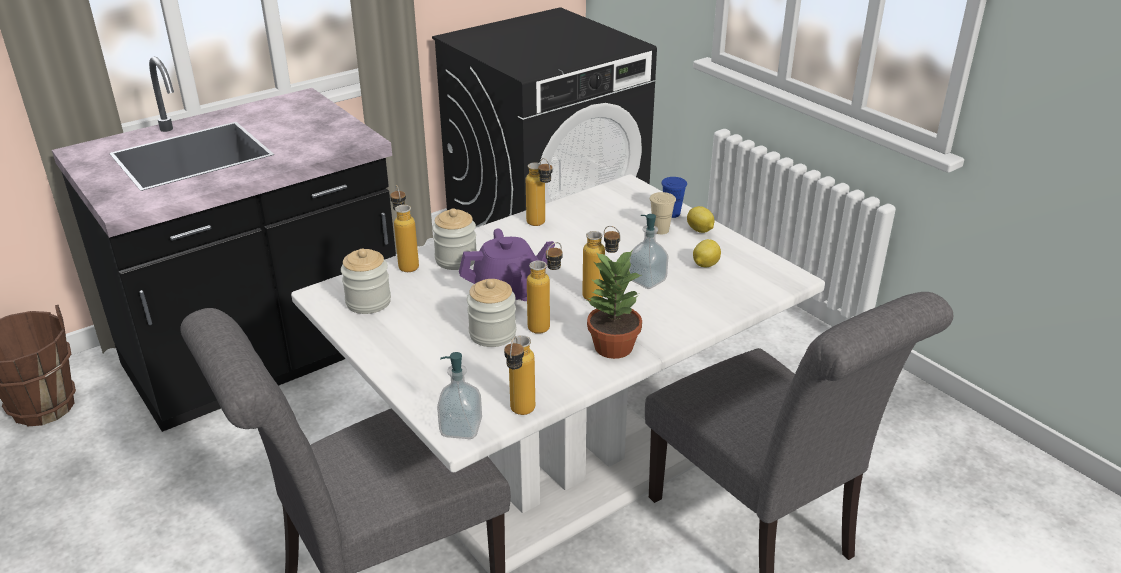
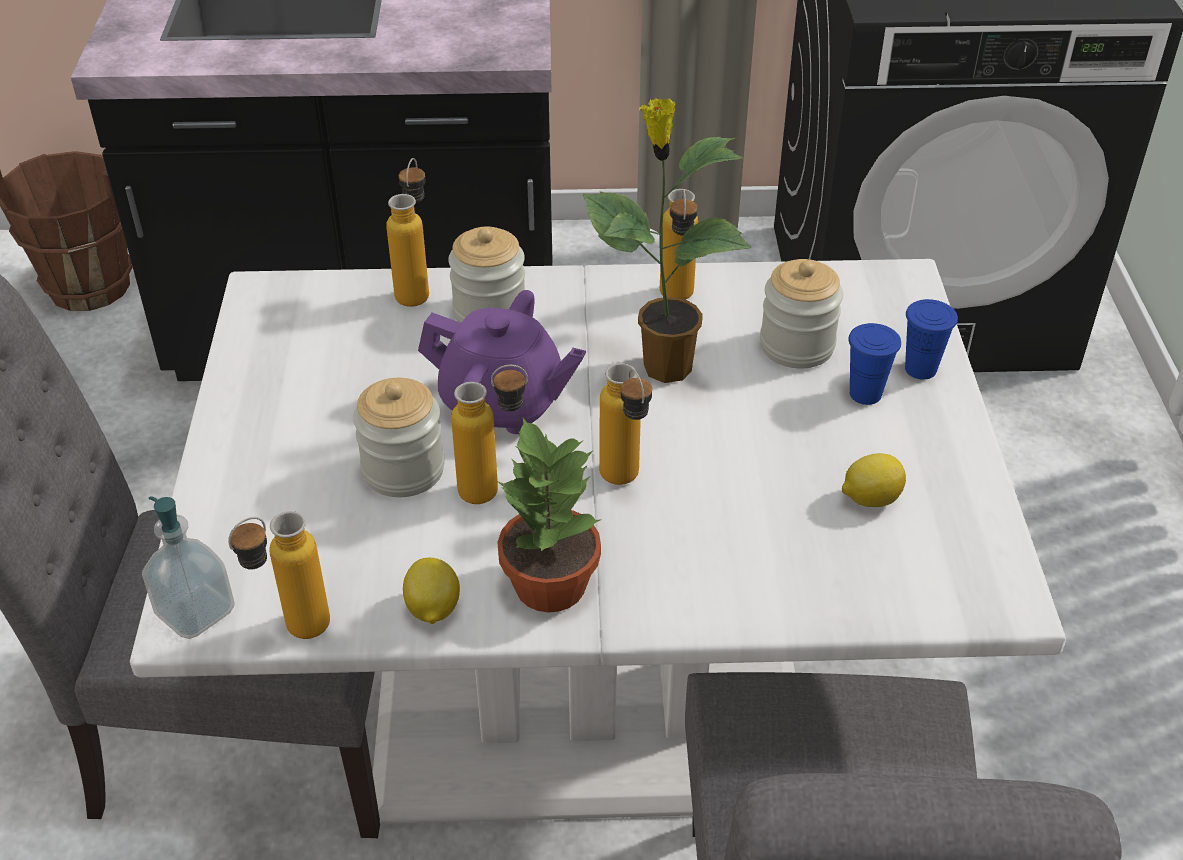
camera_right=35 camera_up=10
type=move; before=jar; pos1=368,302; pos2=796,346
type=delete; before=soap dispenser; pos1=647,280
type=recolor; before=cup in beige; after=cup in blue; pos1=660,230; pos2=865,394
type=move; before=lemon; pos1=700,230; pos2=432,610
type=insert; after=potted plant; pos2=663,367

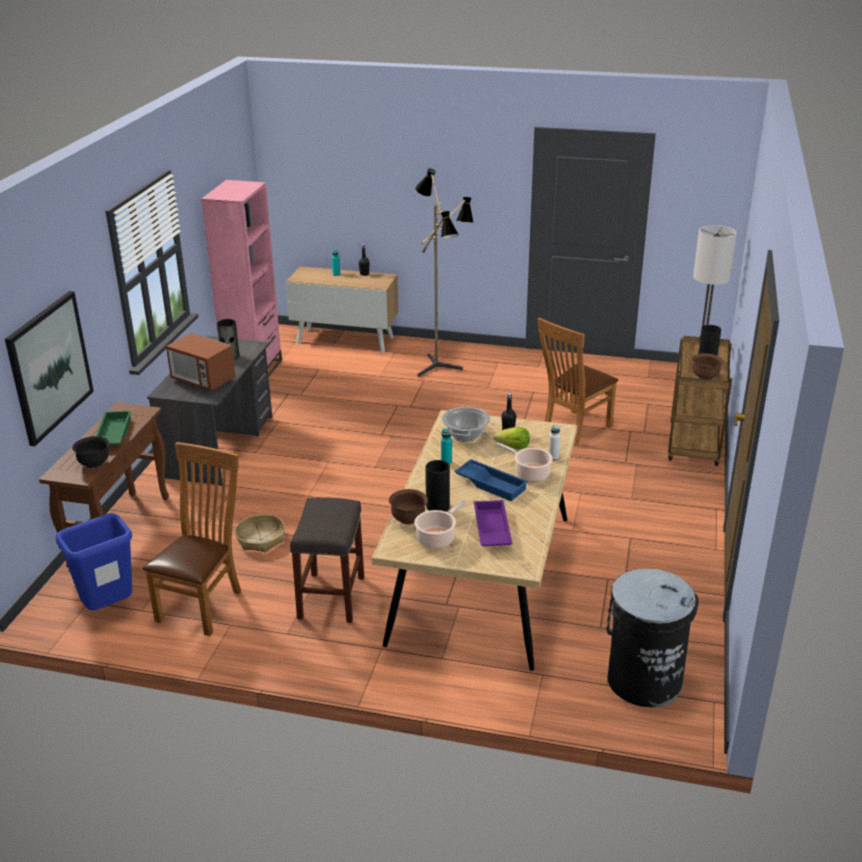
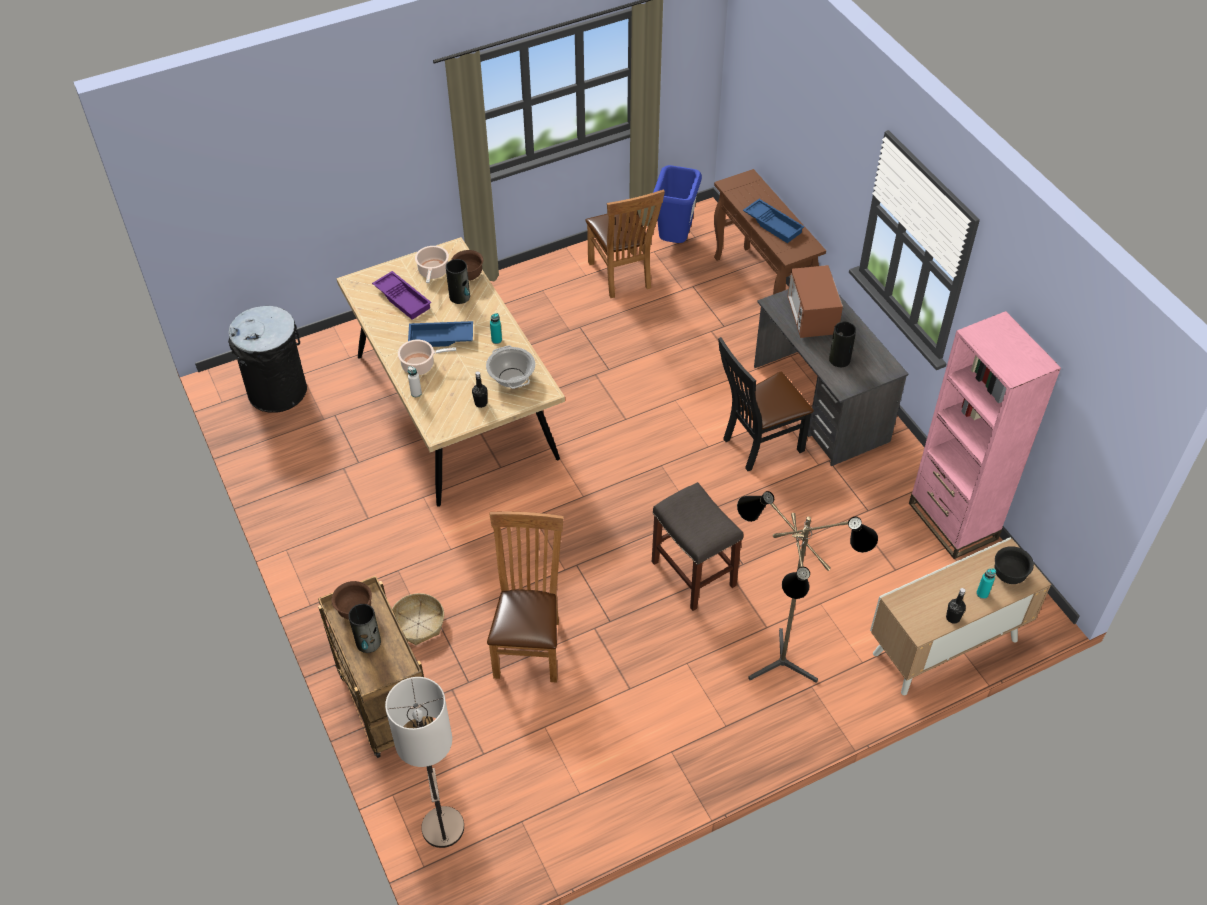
camera_right=140 camera_up=20
type=delete; before=picture; pos1=49,367
type=move; before=bowl in black; pos1=94,463; pos2=1008,575
type=recolor; before=tray in green; after=tray in blue; pos1=112,434; pos2=773,224
type=rotate; before=microwave; pos1=203,380; pos2=811,318; turn=-90
type=move; before=basket; pos1=261,539; pos2=418,624
type=move; before=stool in grey; pos1=331,596; pos2=694,574
type=delete; before=lettuce; pos1=513,447
type=insert; after=chair in black; pos2=758,445

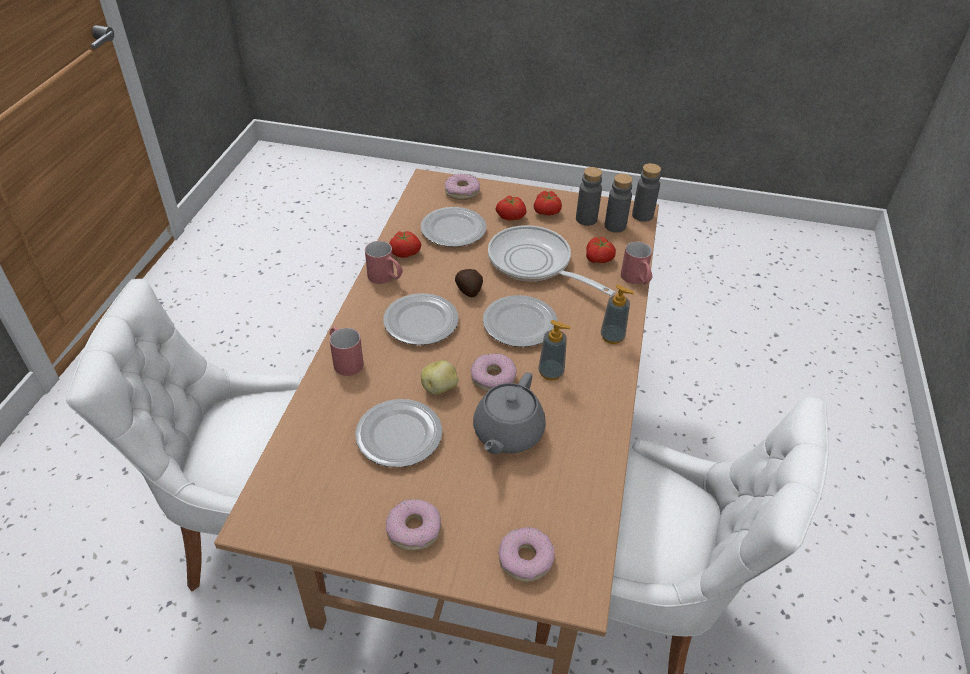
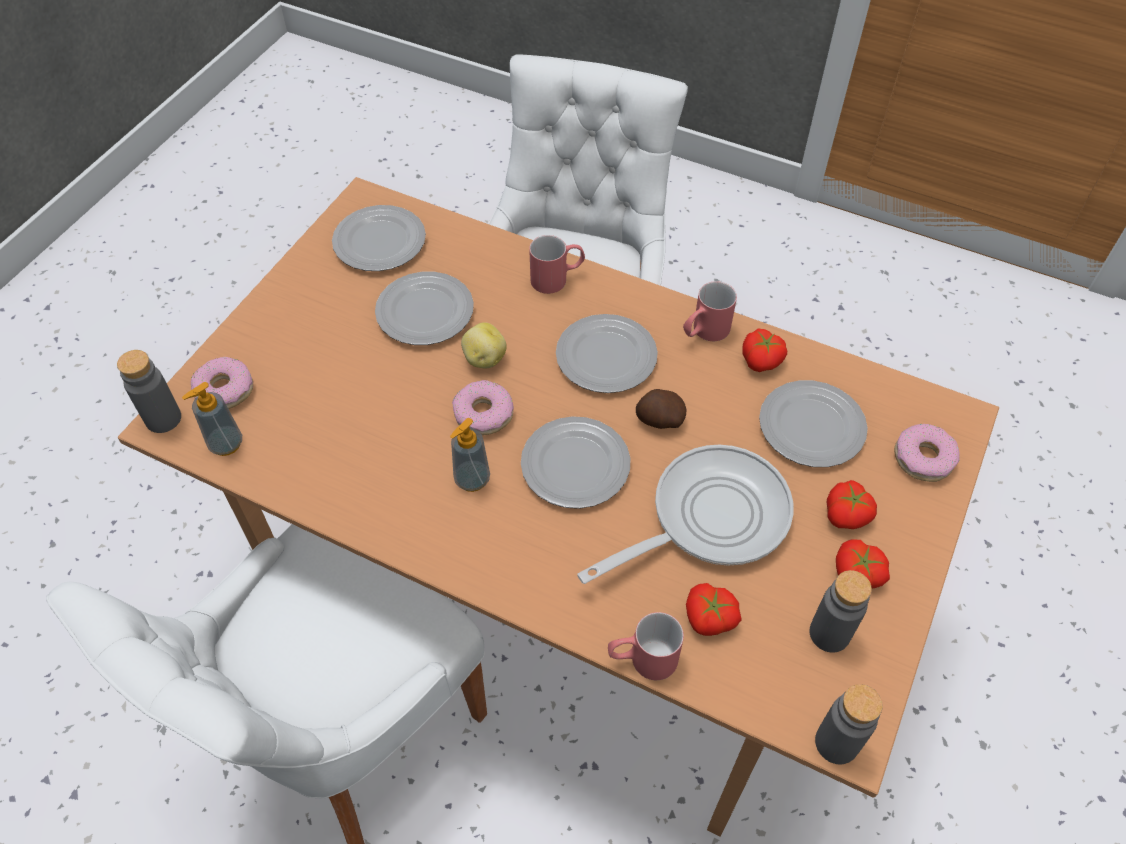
camera_right=105 camera_up=10
type=delete; before=donut; pos1=414,530
type=delete; before=teapot in grey; pos1=507,433
type=move; before=soap dispenser; pos1=612,337; pos2=226,444
type=move; before=bottle in grey; pos1=615,226; pos2=163,419
type=insert; after=plate; pos2=378,242

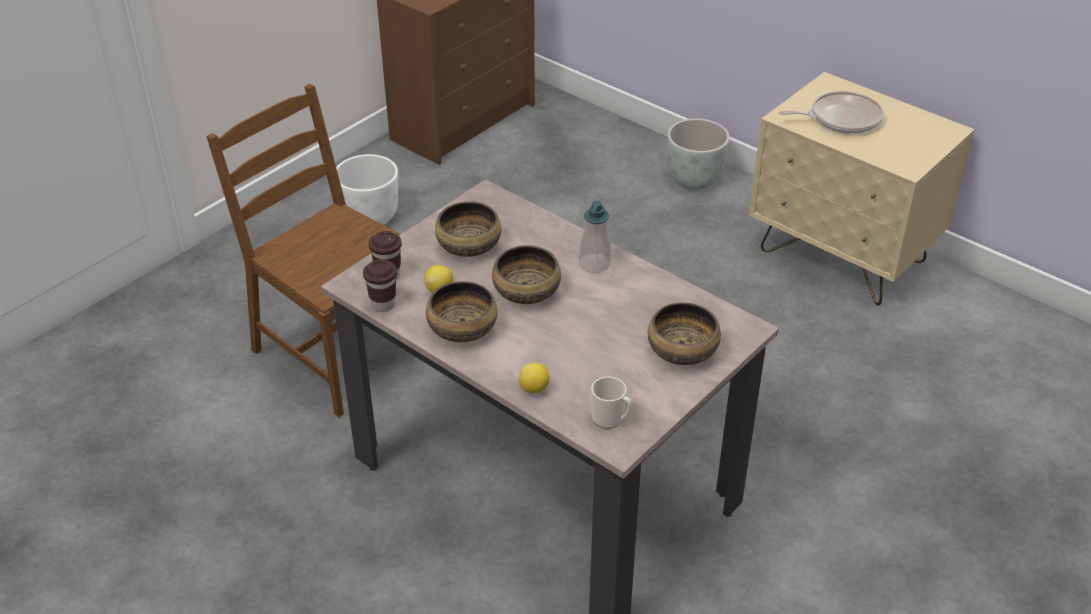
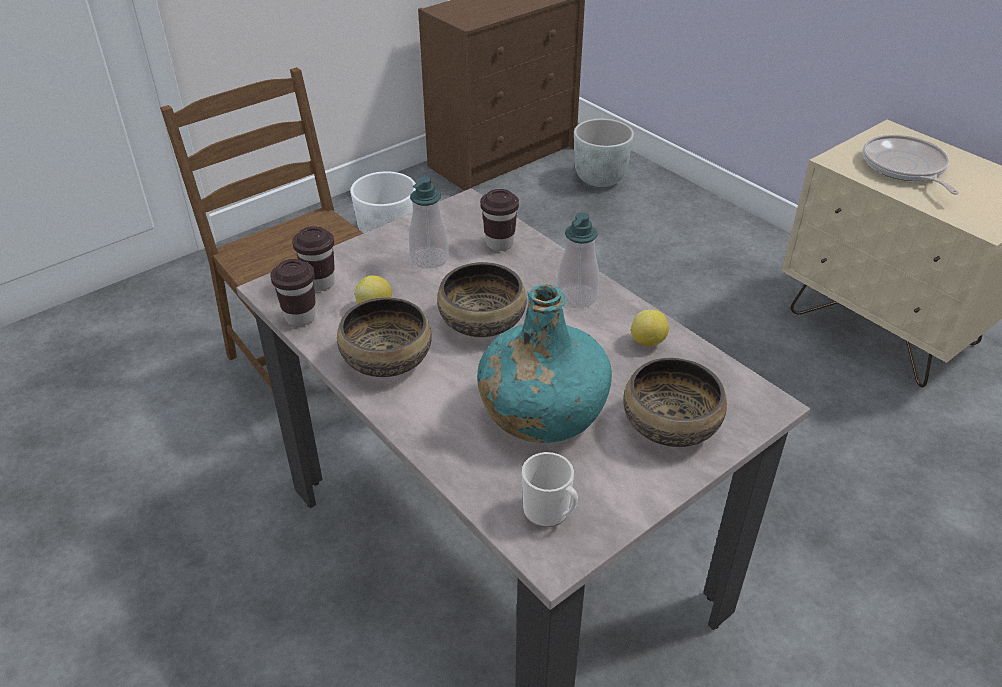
camera_right=10 camera_up=0
type=replace; before=bowl; after=soap dispenser; pos1=469,245; pos2=429,259
type=move; before=lemon; pos1=534,389; pos2=648,342
type=move; before=planter in grey; pos1=694,179; pos2=600,178
type=rotate; before=frying pan; pos1=841,118; pos2=904,168; turn=-105
type=insert; after=bottle in turquoise; pos2=542,410
type=insert; after=cup in brown; pos2=499,244

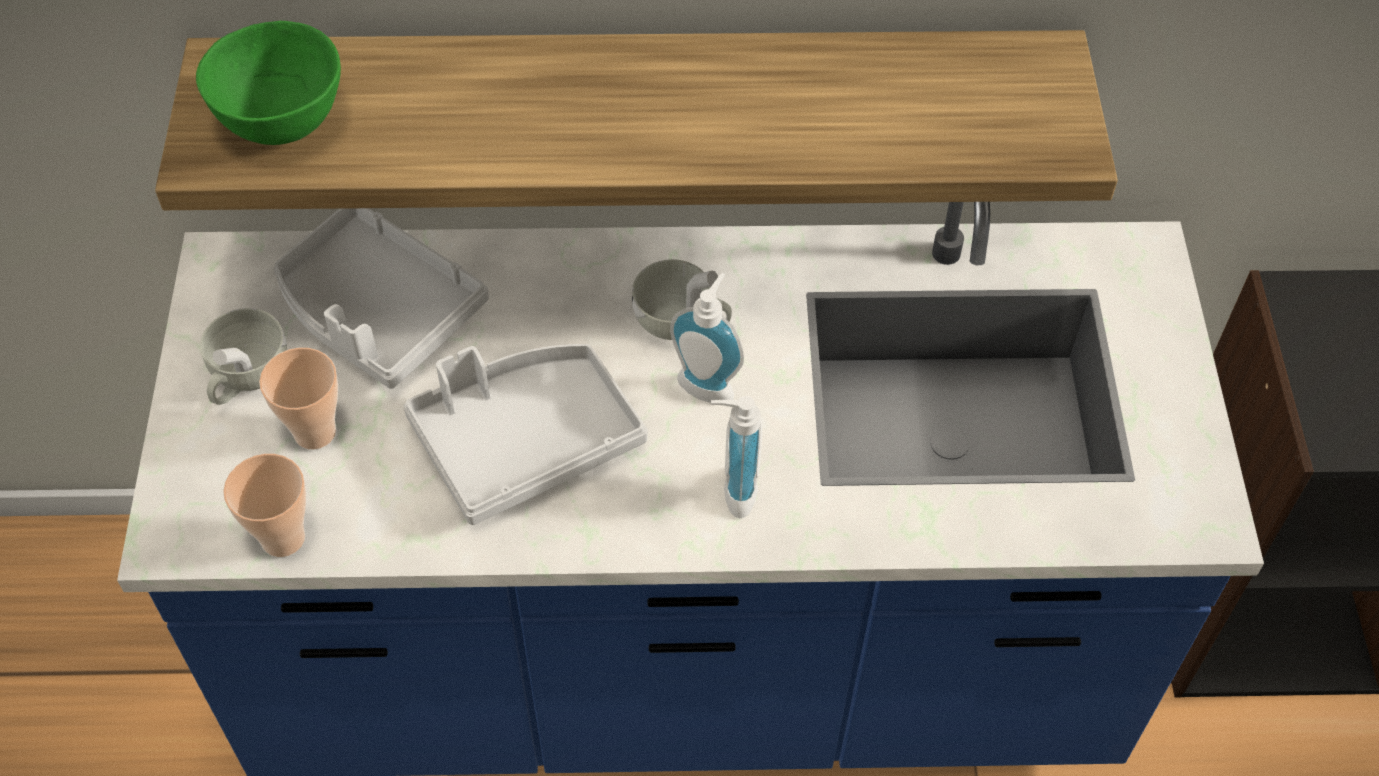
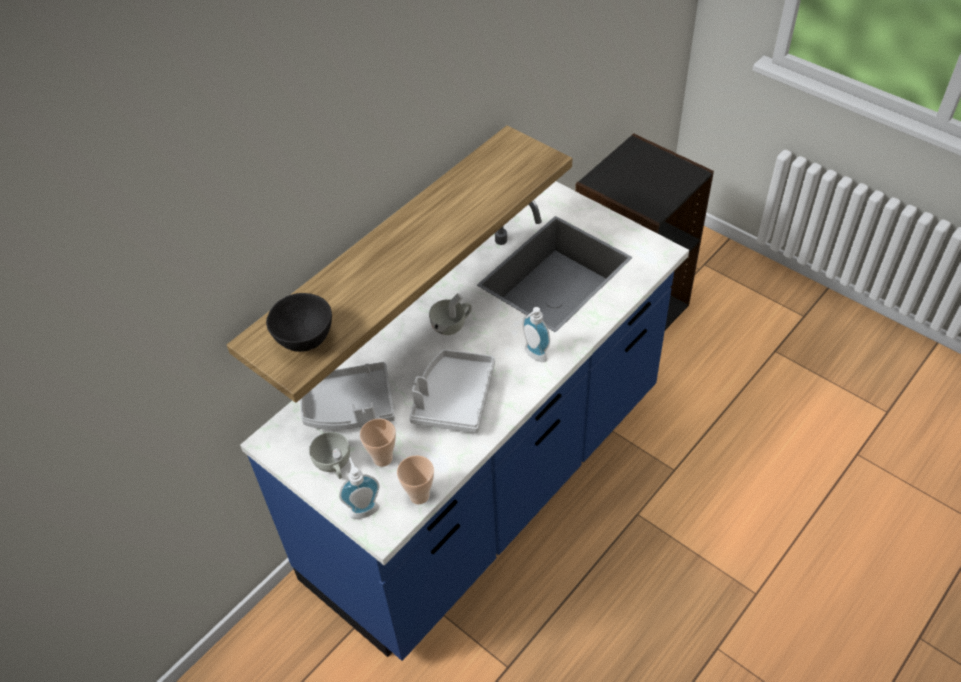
camera_right=-45 camera_up=-5
type=recolor; before=bowl in green; after=bowl in black; pos1=280,123; pos2=304,340
type=move; before=soap dispenser; pos1=708,382; pos2=363,508

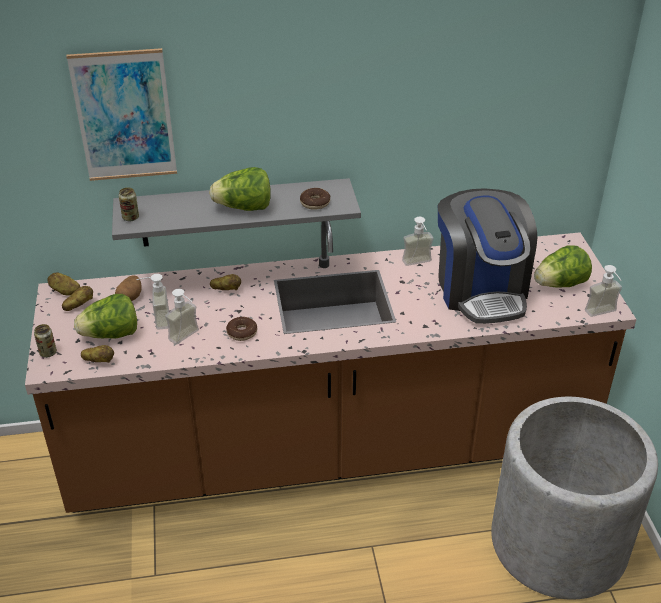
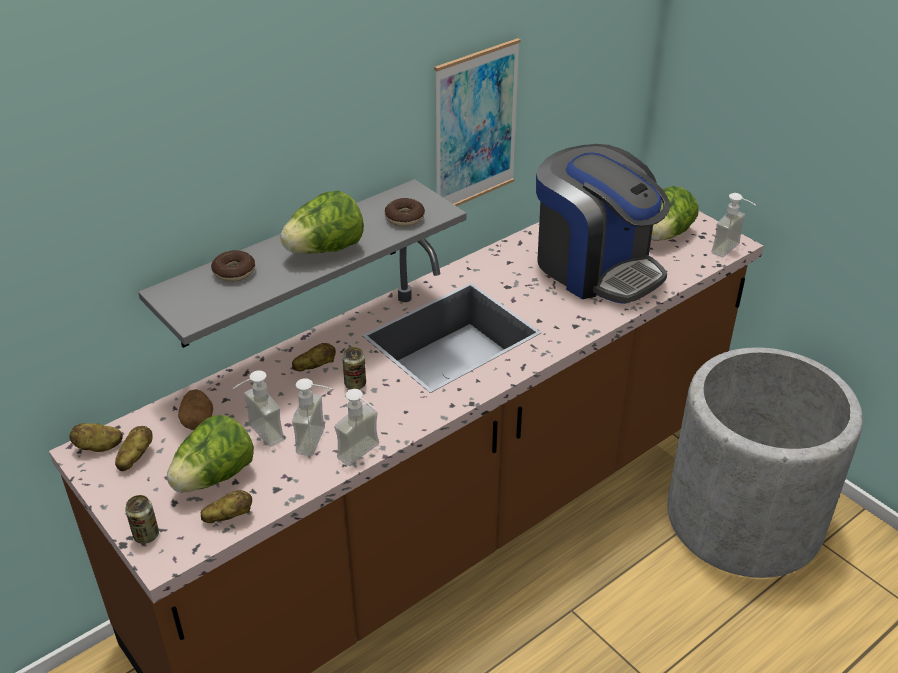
camera_right=-30 camera_up=0
type=move; before=picture; pos1=124,116; pos2=475,127
type=move; before=can; pos1=130,217; pos2=355,384
type=move; before=donut; pos1=242,332; pos2=234,272
type=move; before=soap dispenser; pos1=419,264; pos2=364,456

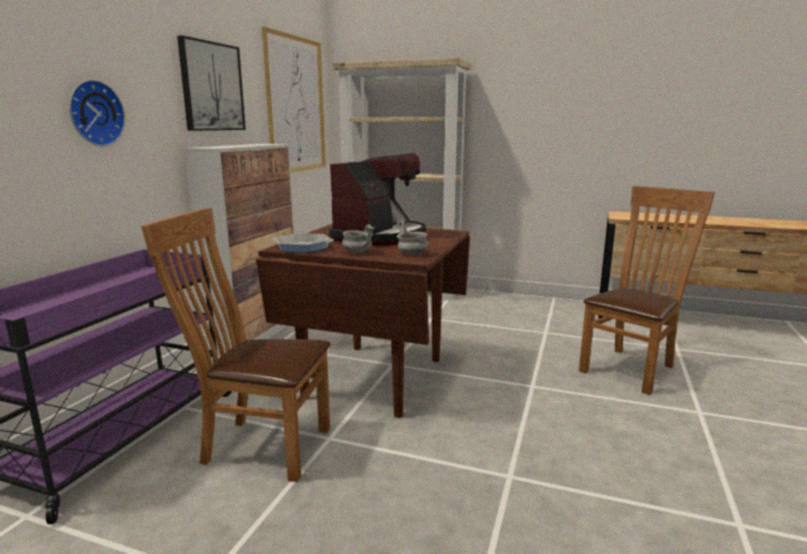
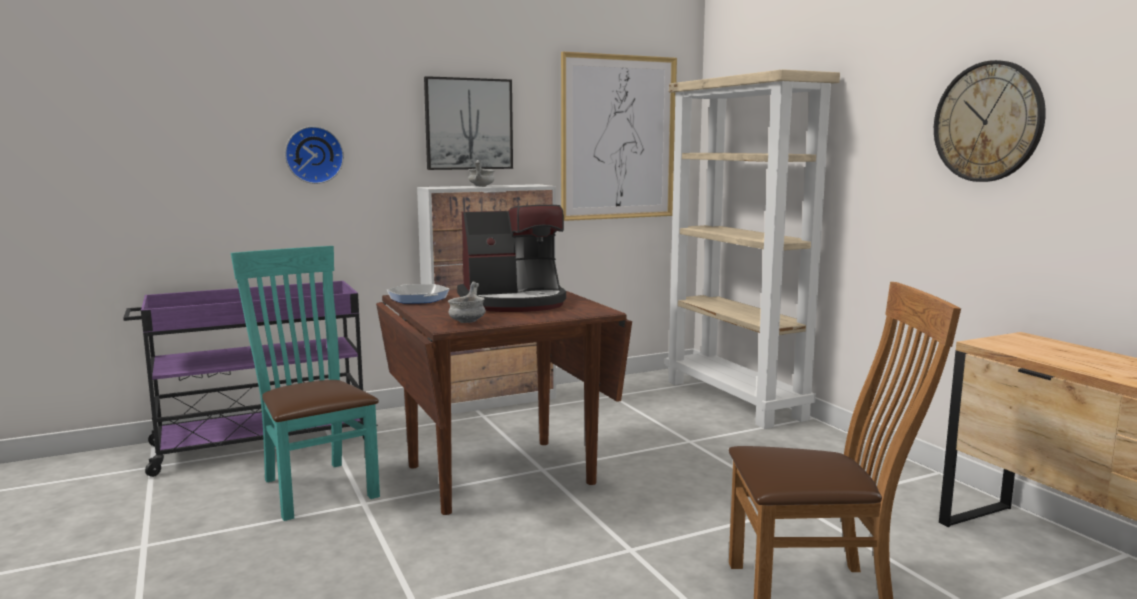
camera_right=45 camera_up=-5
type=recolor; before=chair in brown; after=chair in turquoise; pos1=259,446; pos2=315,486
type=move; before=bowl in grey; pos1=358,252; pos2=481,186
type=insert; after=wall clock; pos2=988,122

